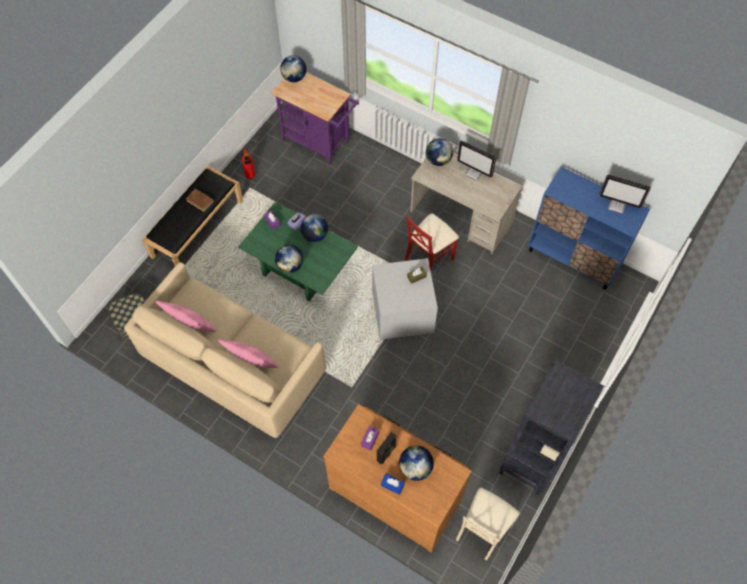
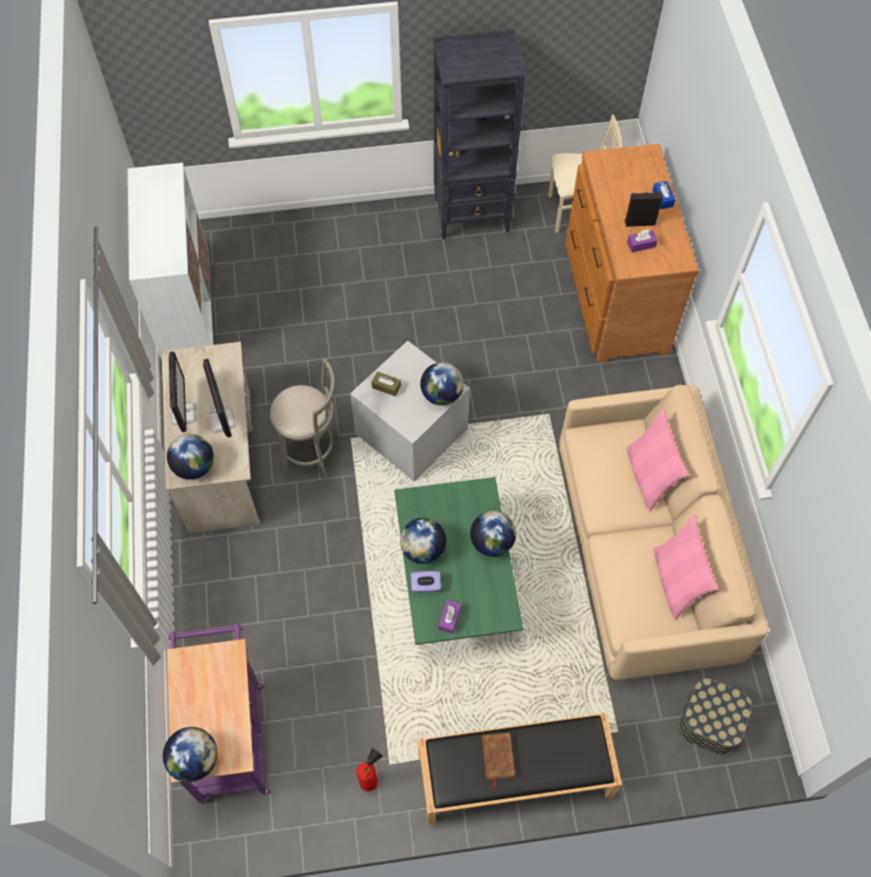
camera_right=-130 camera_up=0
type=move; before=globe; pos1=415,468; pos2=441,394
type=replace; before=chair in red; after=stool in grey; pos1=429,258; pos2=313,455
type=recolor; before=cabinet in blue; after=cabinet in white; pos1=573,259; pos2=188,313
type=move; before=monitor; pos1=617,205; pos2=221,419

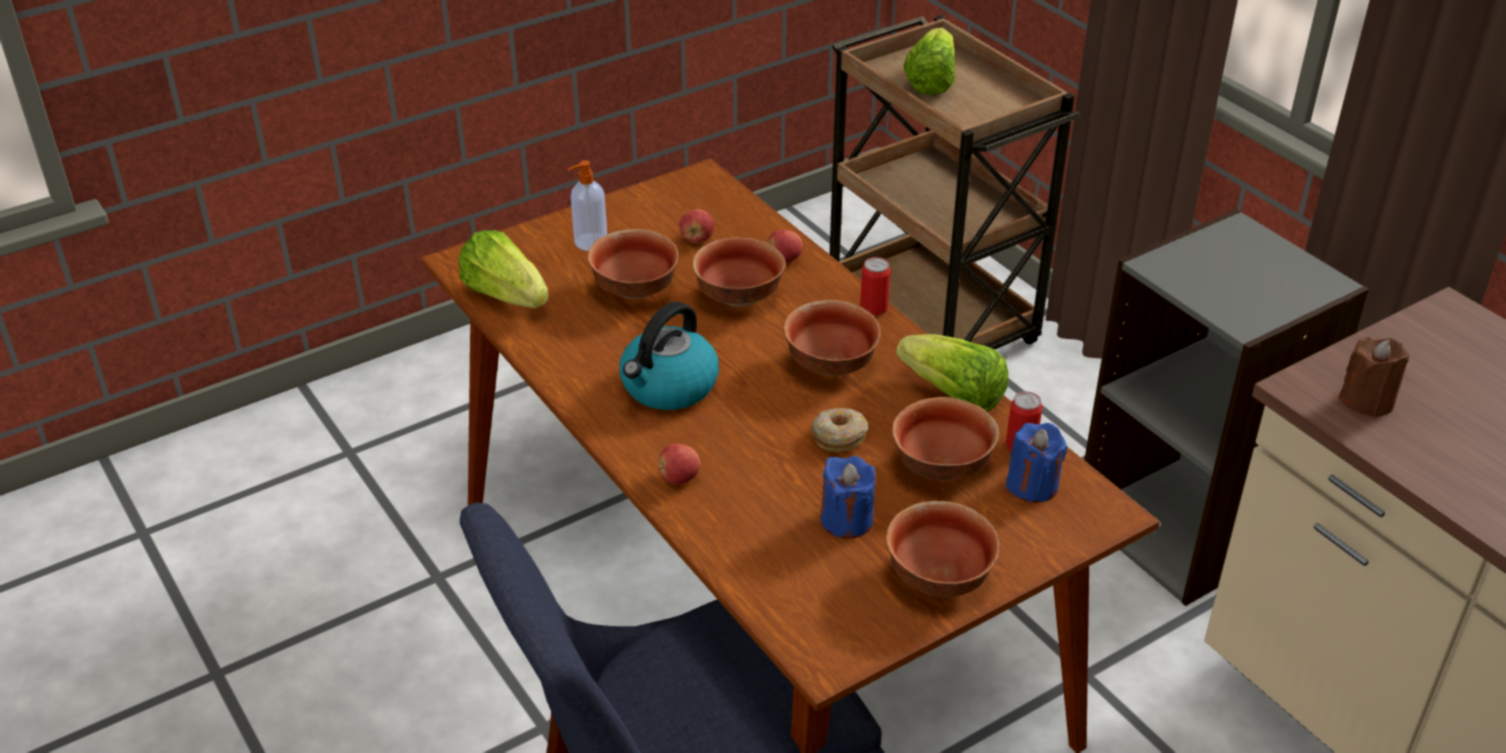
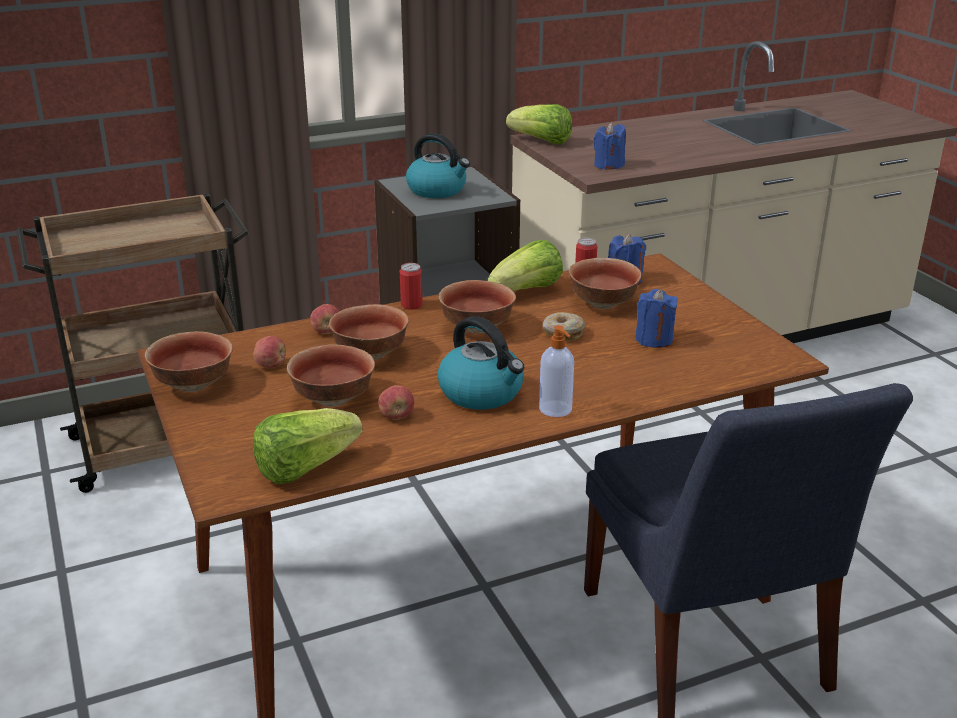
camera_right=-80 camera_up=-10
type=move; before=soap dispenser; pos1=589,242; pos2=556,409
type=move; before=apple; pos1=678,478; pos2=396,416
type=move; before=bowl; pos1=940,578; pos2=194,384
type=move; before=lettuce; pos1=931,81; pos2=541,141
type=recolor; before=candle in brown; after=candle in blue; pos1=1367,401; pos2=608,165
type=insert; after=kettle; pos2=437,190

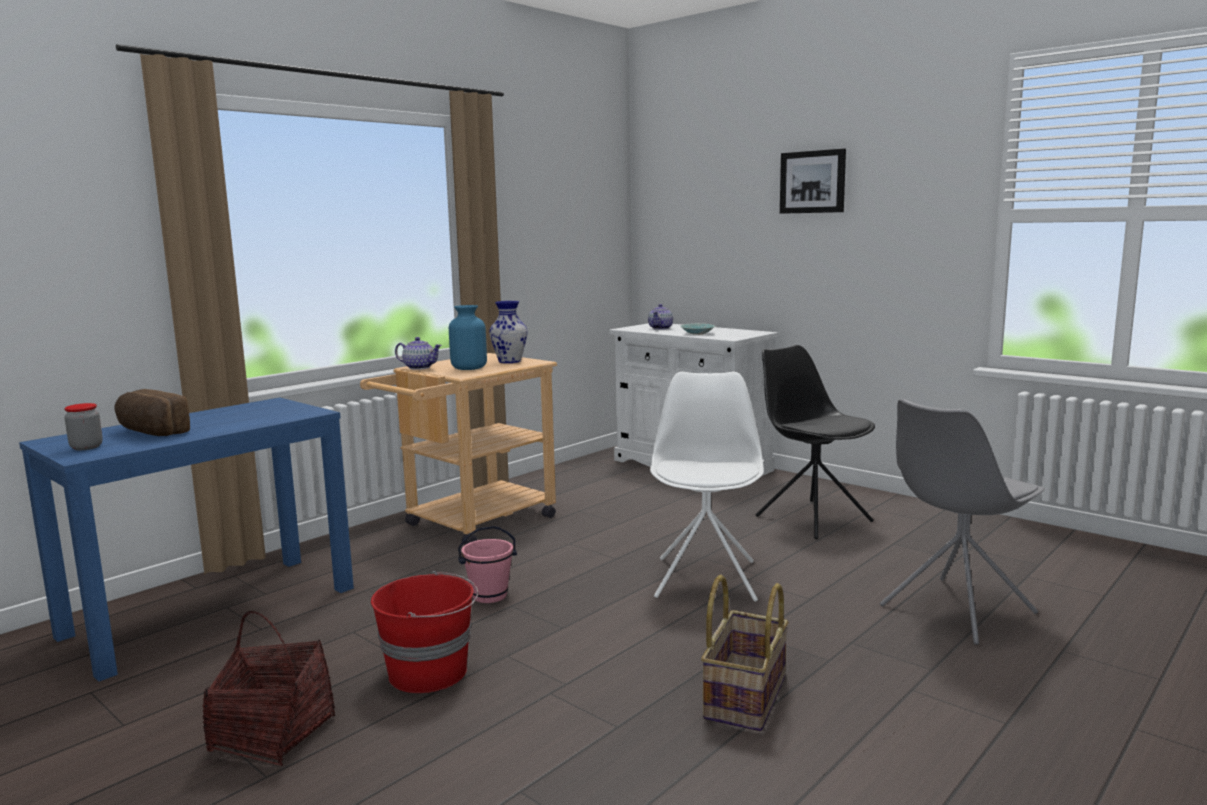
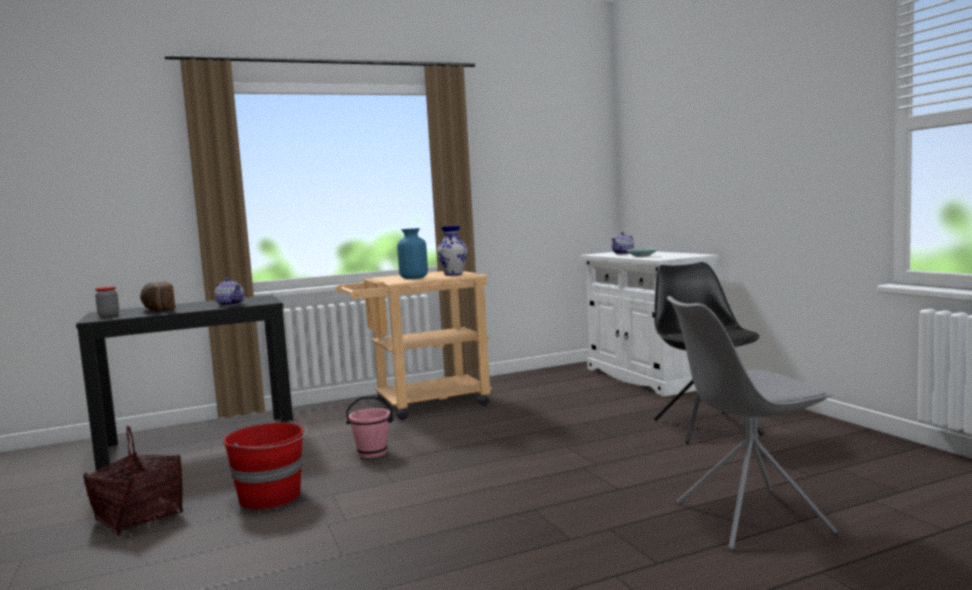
camera_right=25 camera_up=-5
type=recolor; before=console table in blue; after=console table in black; pos1=212,611; pos2=200,441
type=move; before=teapot; pos1=419,367; pos2=230,304
type=delete; before=chair in white; pos1=706,578
type=delete; before=basket; pos1=743,697
type=delete; before=picture; pos1=813,182

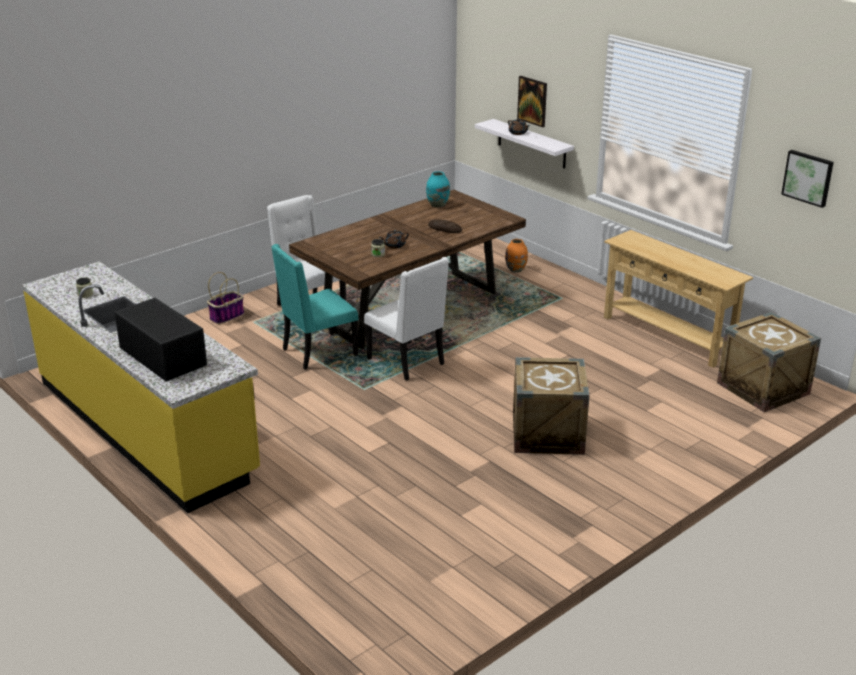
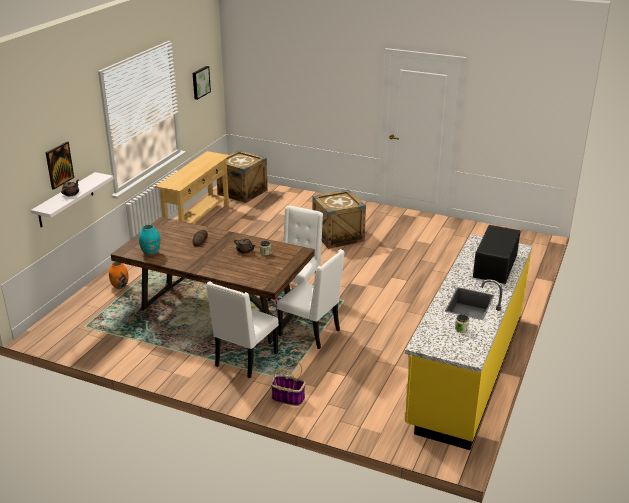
camera_right=-115 camera_up=0
type=recolor; before=chair in turquoise; after=chair in white; pos1=318,352; pos2=311,333

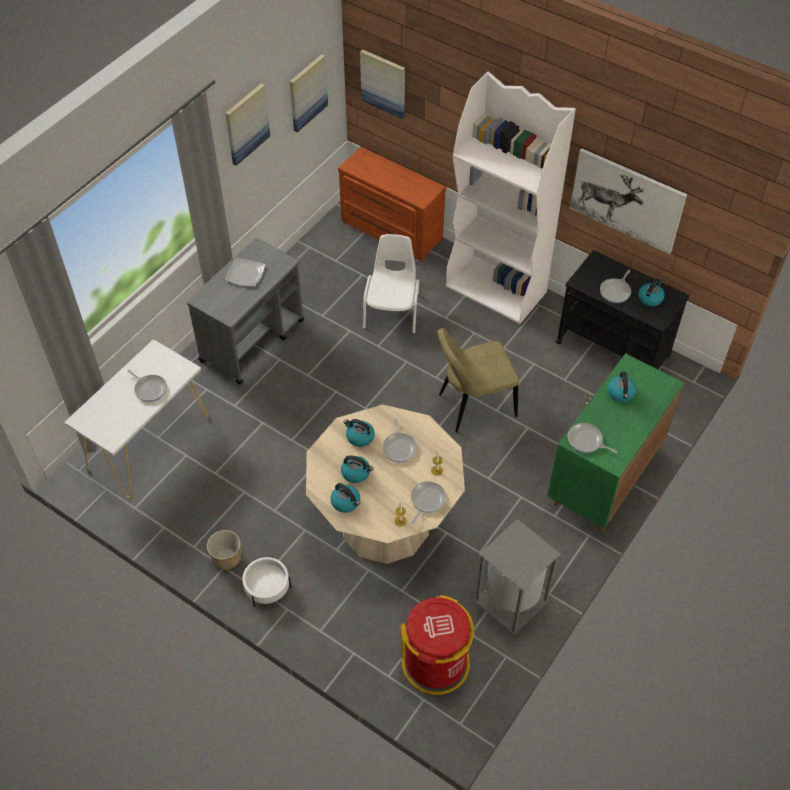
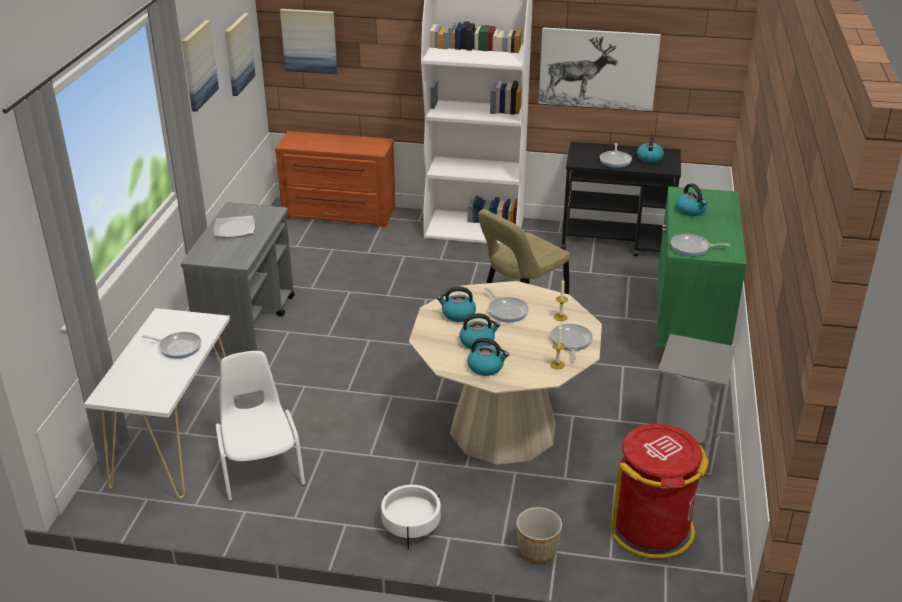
camera_right=-25 camera_up=-20
type=move; before=planter; pos1=226,557; pos2=537,549
type=move; before=chair in white; pos1=392,310; pos2=260,466

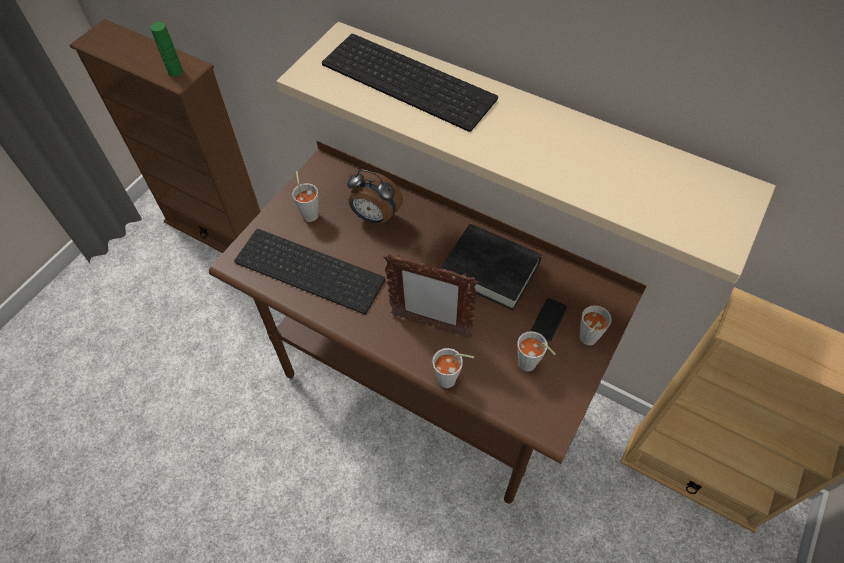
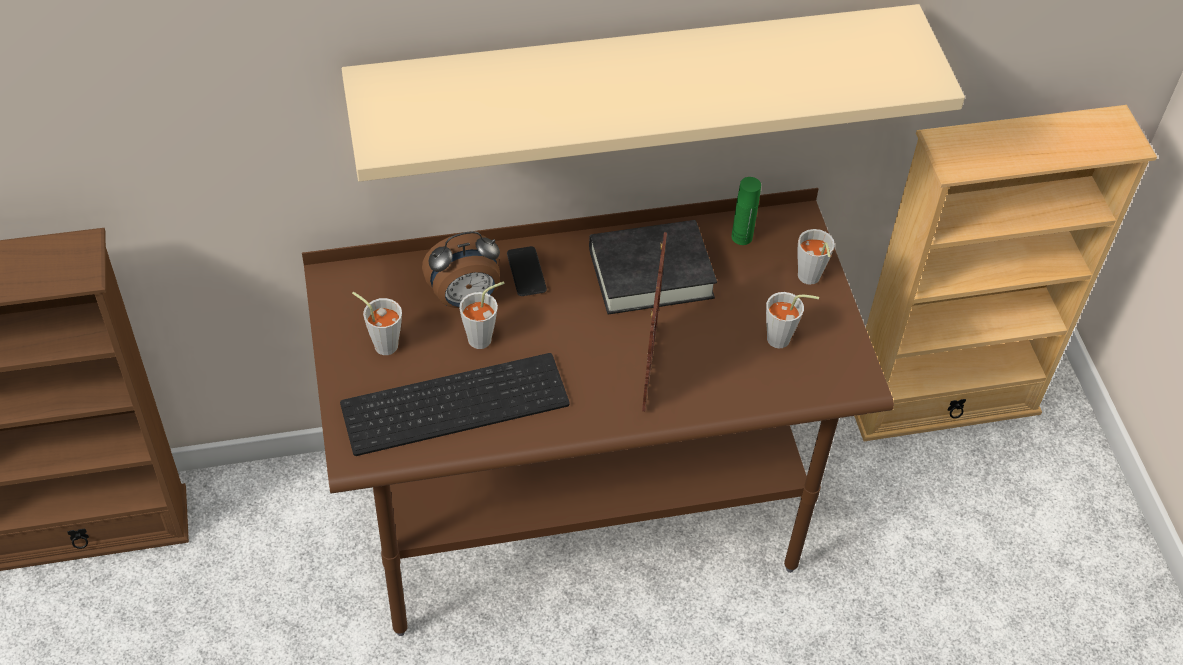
camera_right=-45 camera_up=-5
type=move; before=bottle in green; pos1=175,71; pos2=742,237
type=delete; before=keyboard; pos1=411,80
type=rotate; before=picture frame; pos1=430,325; pos2=648,369; turn=-60
type=move; before=cup in grey; pos1=451,380; pos2=485,337
type=move; before=phone; pos1=548,320; pos2=526,272

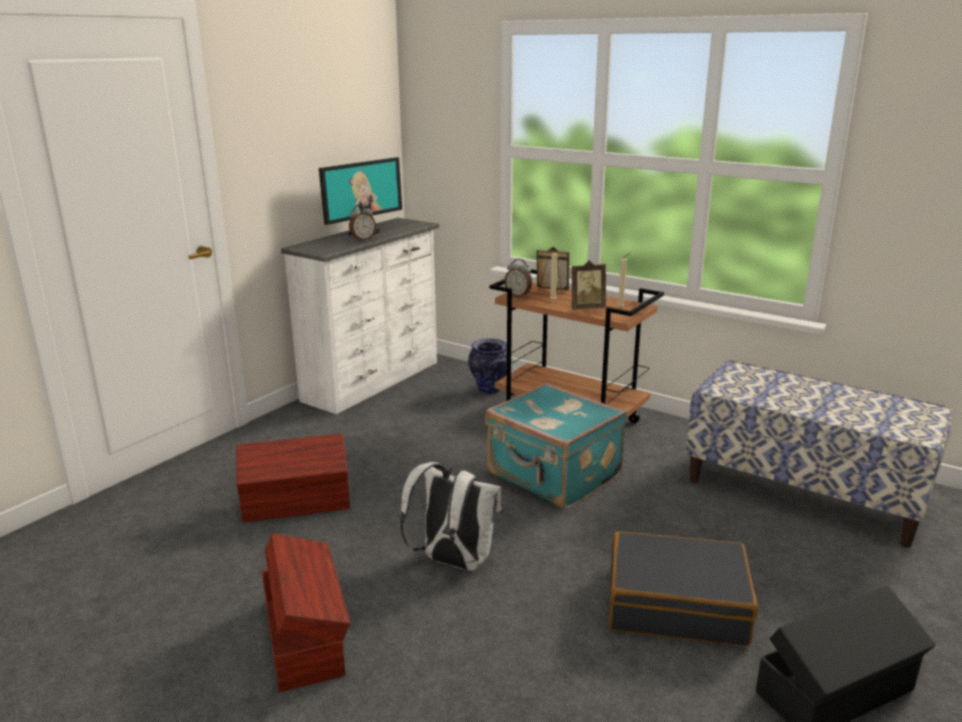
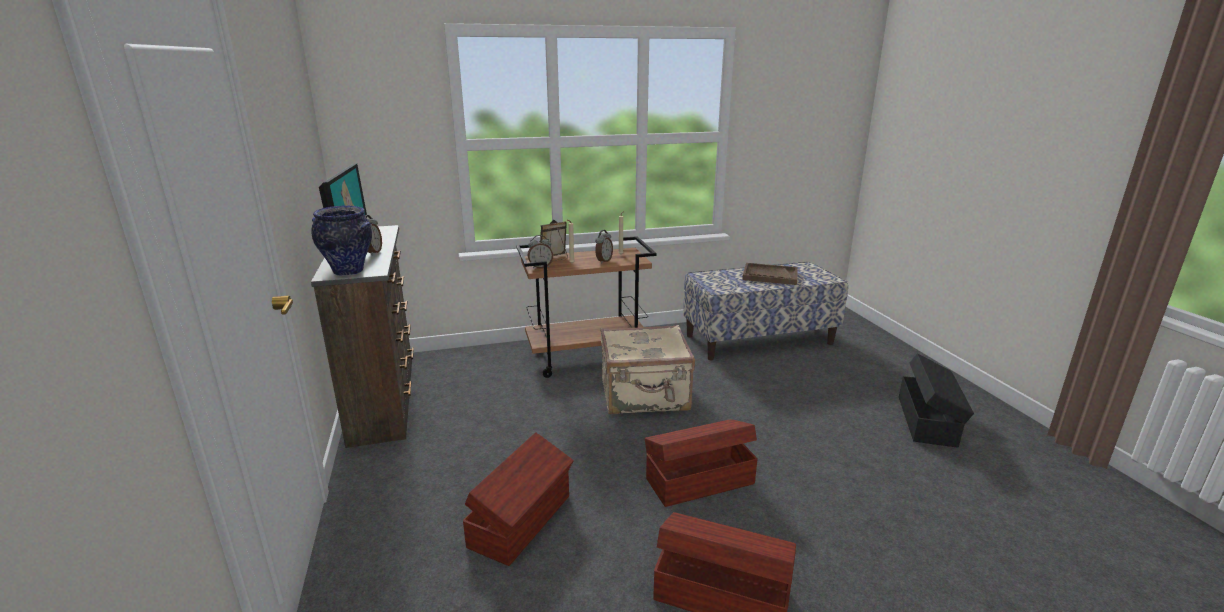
camera_right=-50 camera_up=0
type=recolor; before=dresser in white; after=dresser in brown; pos1=374,381; pos2=385,398
type=replace; before=backpack in white; after=storage box in brown; pos1=453,561; pos2=698,480
type=move; before=vase; pos1=490,390; pos2=349,272
type=recolor; before=suitcase in turquoise; after=suitcase in beige; pos1=553,476; pos2=645,396
type=replace; before=picture frame; after=alarm clock; pos1=586,308; pos2=603,261
type=delete; before=suitcase in black; pos1=676,604
type=insert; after=tray in brown; pos2=769,275

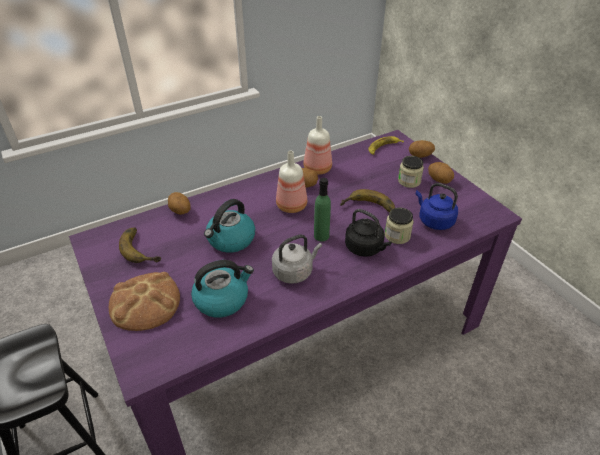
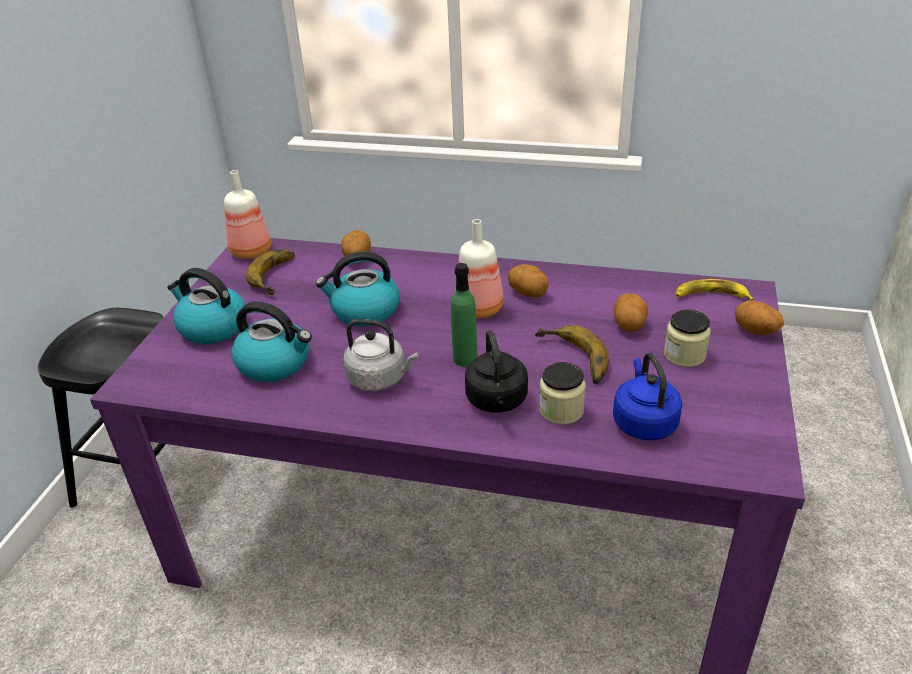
camera_right=45 camera_up=-5
type=replace; before=bread; after=kettle; pos1=145,303; pos2=212,327
type=move; before=bottle; pos1=316,169; pos2=250,251
type=move; before=potato; pos1=439,180; pos2=629,325

